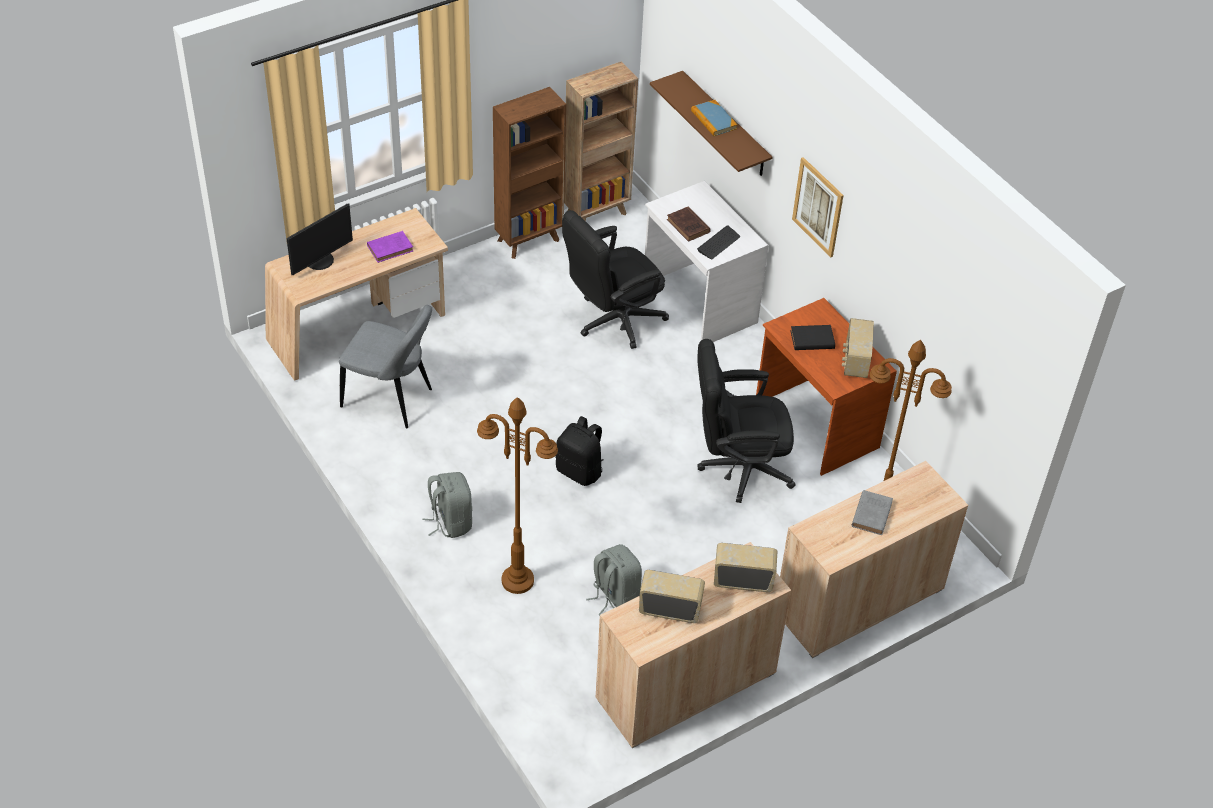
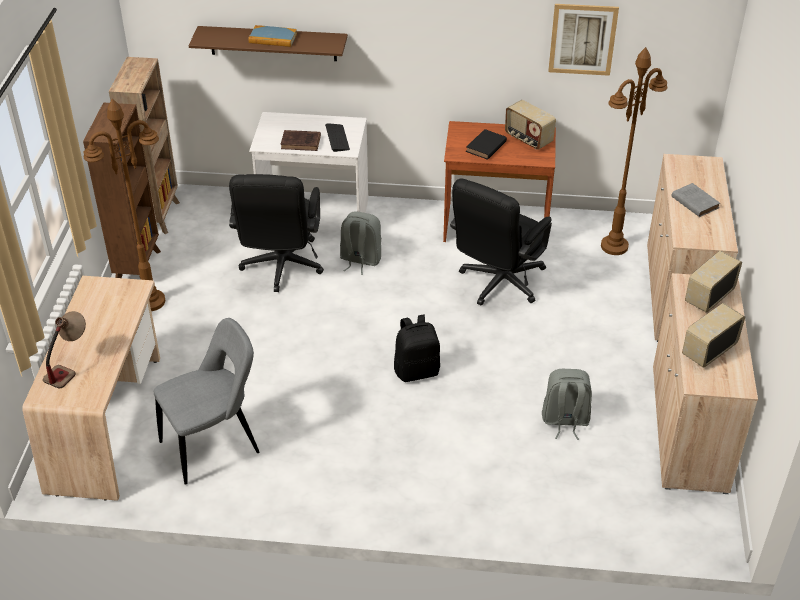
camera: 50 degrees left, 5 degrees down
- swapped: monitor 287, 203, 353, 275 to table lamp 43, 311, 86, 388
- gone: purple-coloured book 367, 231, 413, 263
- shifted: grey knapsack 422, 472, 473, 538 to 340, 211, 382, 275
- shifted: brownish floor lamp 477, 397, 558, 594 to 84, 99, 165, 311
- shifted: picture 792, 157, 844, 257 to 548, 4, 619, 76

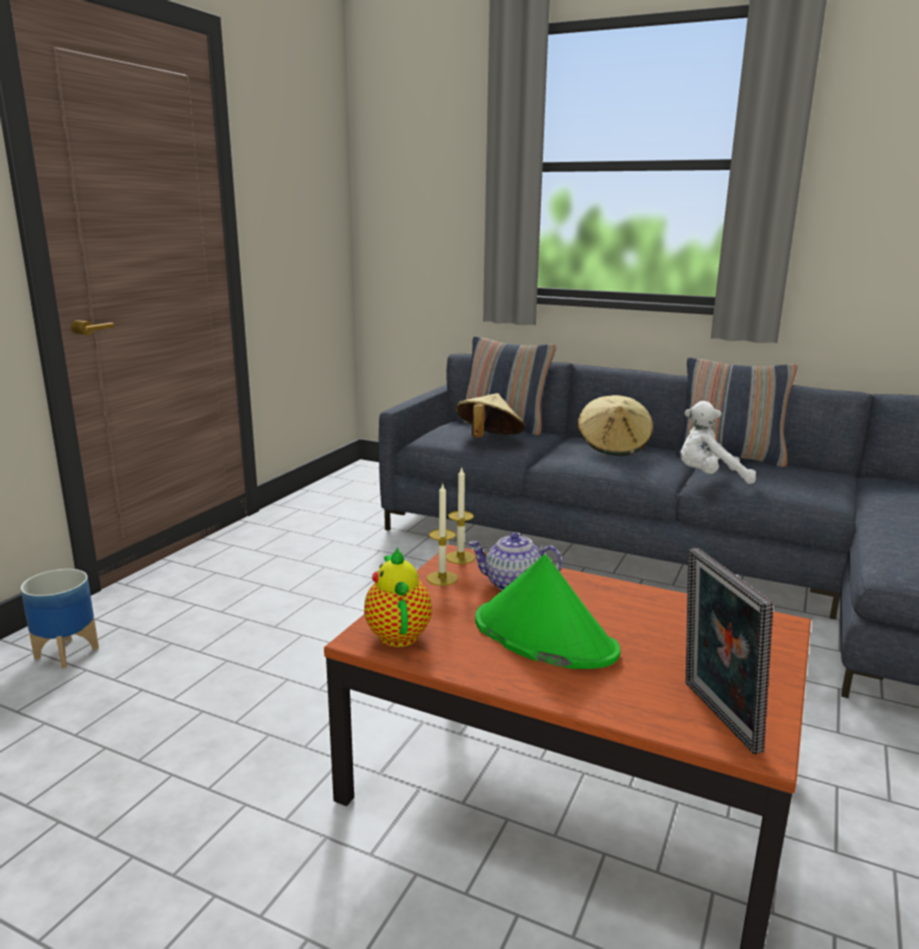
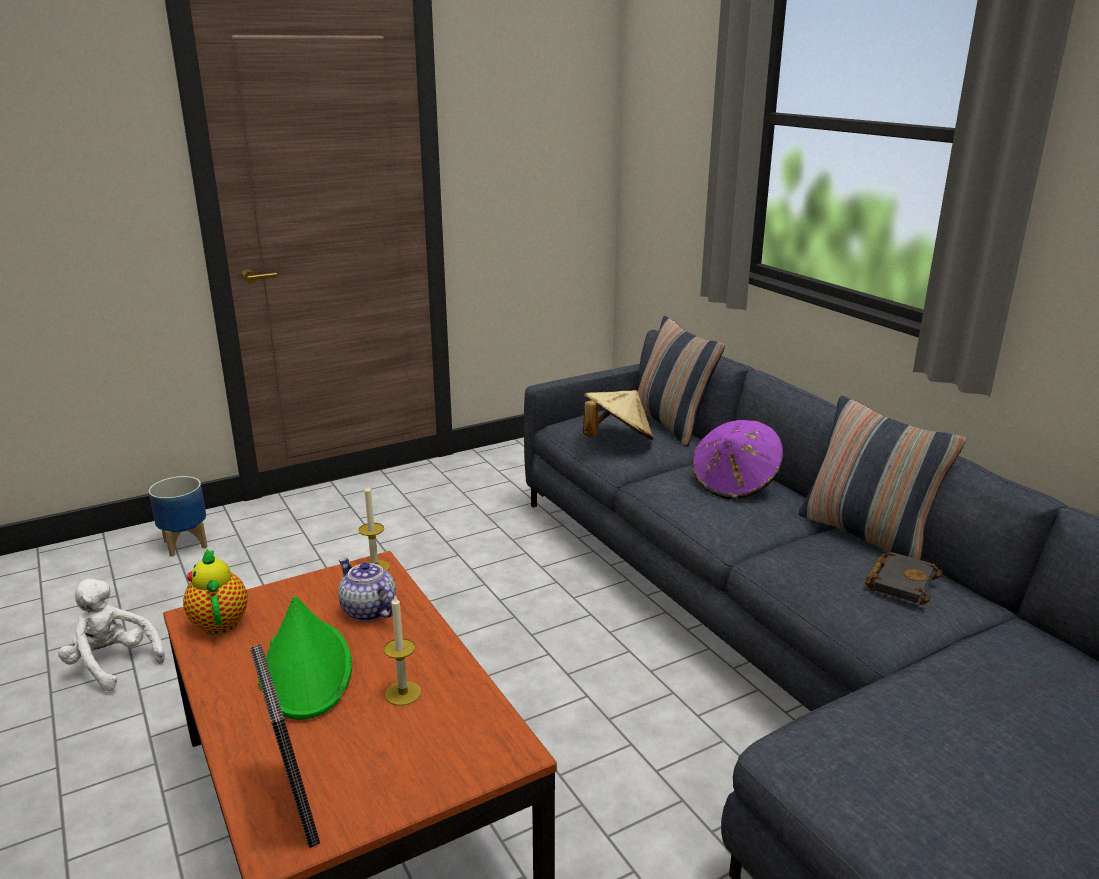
camera: 35 degrees right, 5 degrees up
- rotated: teapot 364, 547, 432, 647 = 183, 549, 248, 635 45 degrees counterclockwise
- shifted: wax candle 427, 482, 458, 586 to 383, 595, 421, 706
- repainted: beige-coloured clothing hat 577, 395, 653, 456 to purple-coloured clothing hat 692, 420, 783, 499
- shifted: white-coloured soft toy 680, 401, 756, 484 to 58, 579, 165, 691
- rotated: standing frame 685, 548, 773, 754 = 250, 644, 320, 848 45 degrees counterclockwise
- new: black-coloured book 865, 552, 942, 605

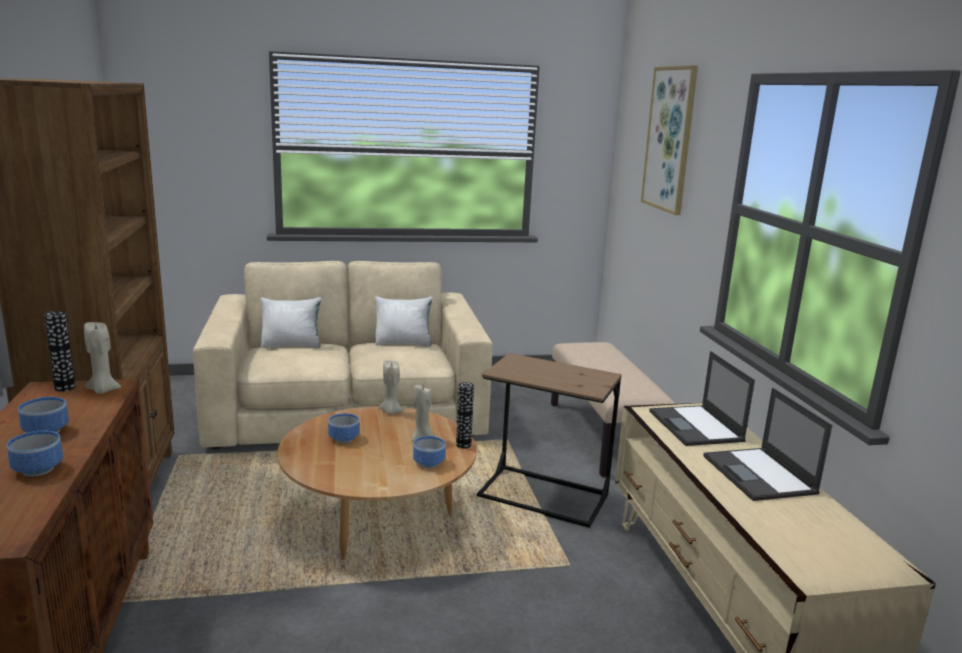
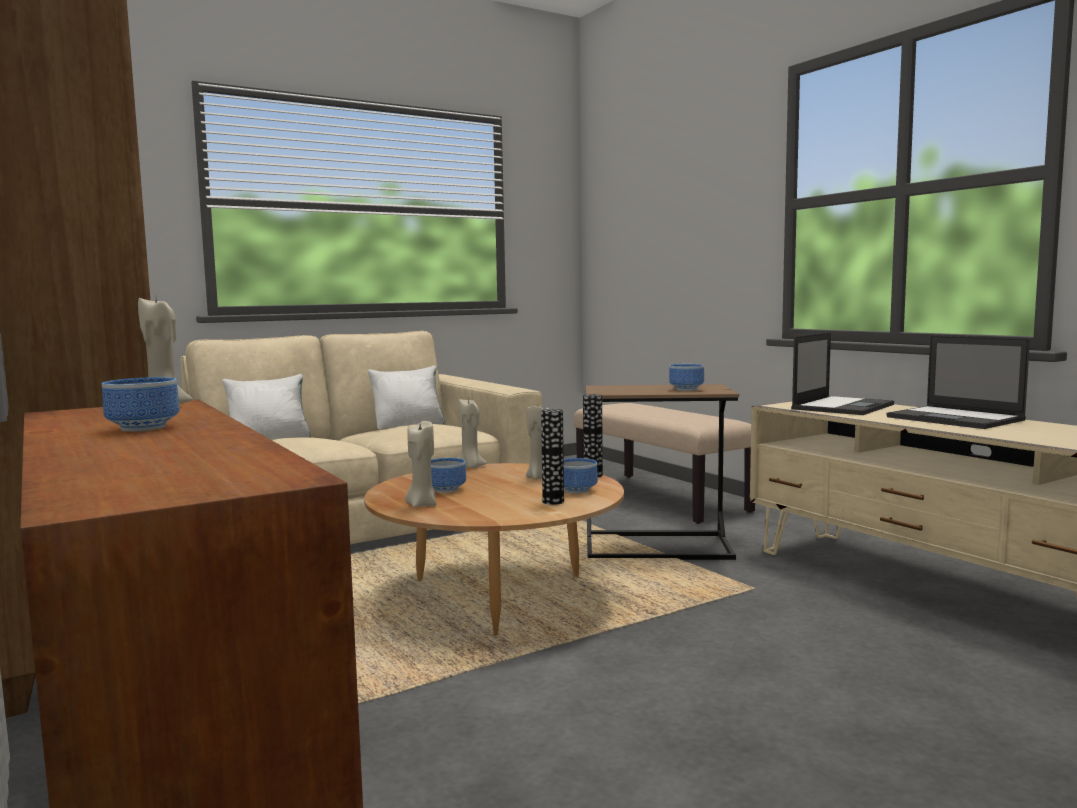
camera: 20 degrees left, 10 degrees down
- shifted: bowl 7, 431, 63, 477 to 669, 364, 704, 391
- shifted: vase 44, 311, 75, 392 to 541, 409, 564, 505
- gone: picture 641, 65, 698, 215
- rotated: portable computer 650, 351, 755, 446 = 791, 332, 894, 415 105 degrees counterclockwise
- new: beige-coloured wax candle 405, 421, 436, 508

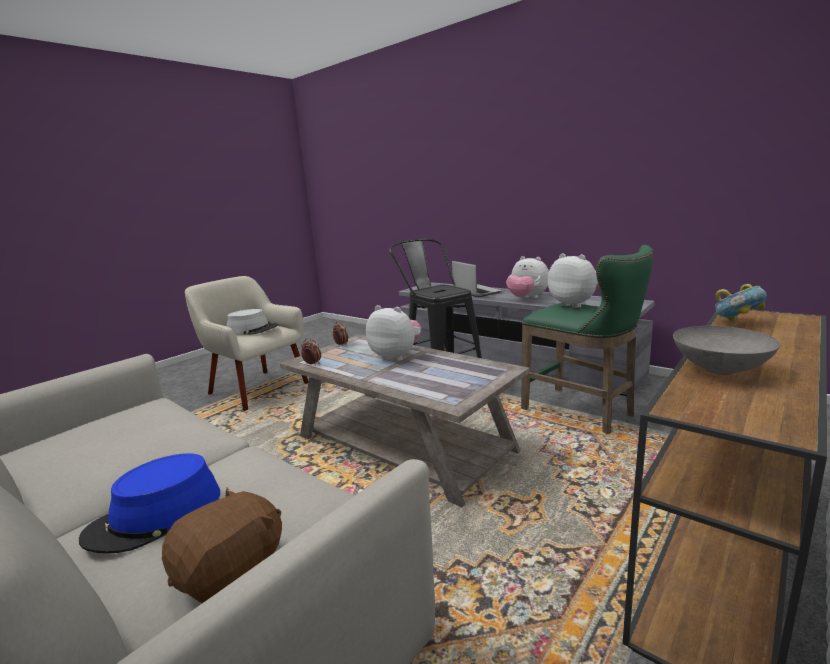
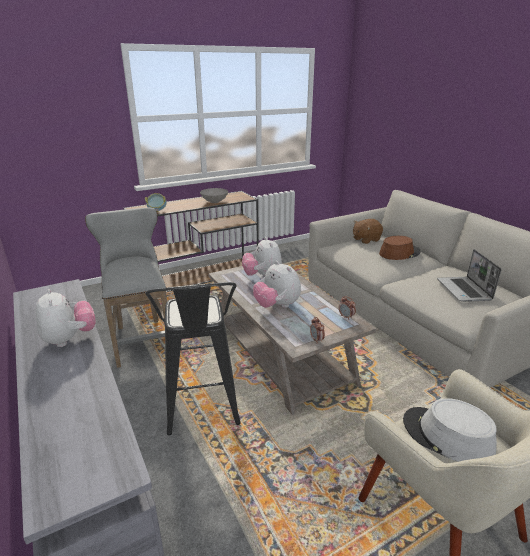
camera: 160 degrees left, 10 degrees up
- repainted: blue clothing hat 79, 453, 220, 553 to brownish clothing hat 379, 236, 421, 260
- shifted: portable computer 452, 261, 502, 297 to 437, 249, 501, 302
- repainted: greenish stool seat 521, 245, 653, 434 to grey stool seat 85, 208, 167, 368
- shifted: soft toy 548, 253, 600, 308 to 242, 237, 282, 276

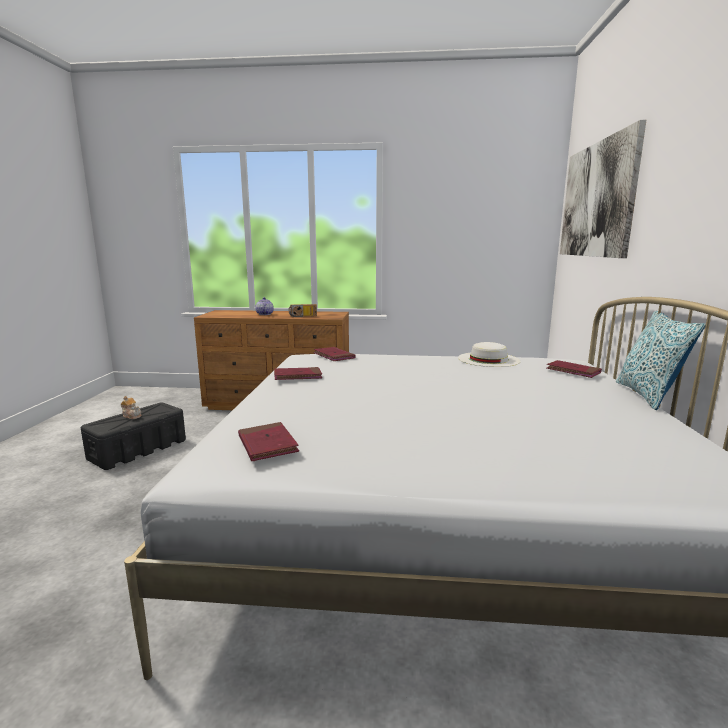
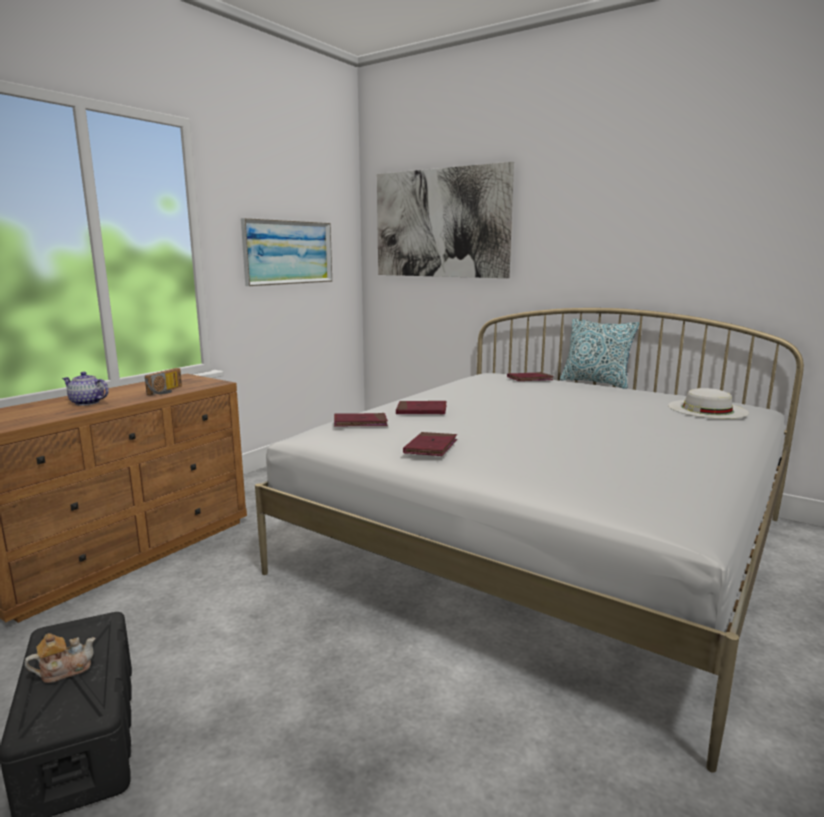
camera: 60 degrees left, 0 degrees up
- shifted: reddish book 238, 422, 299, 461 to 396, 401, 447, 414
- shifted: white-coloured clothing hat 458, 342, 520, 367 to 668, 388, 749, 419
- new: picture 241, 218, 332, 286

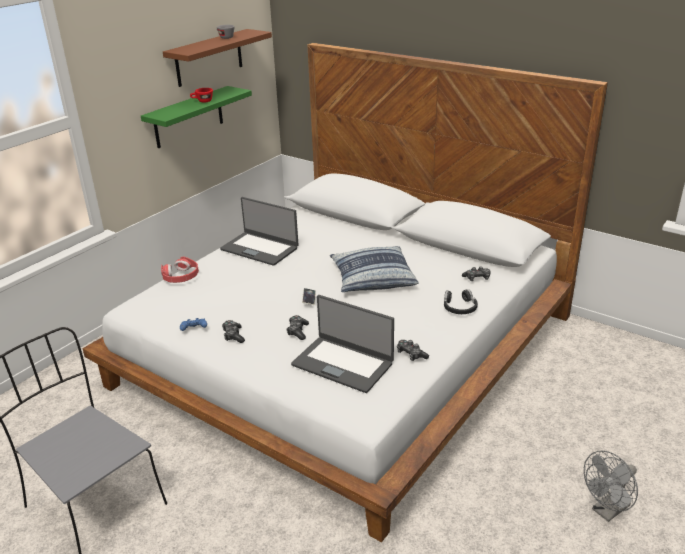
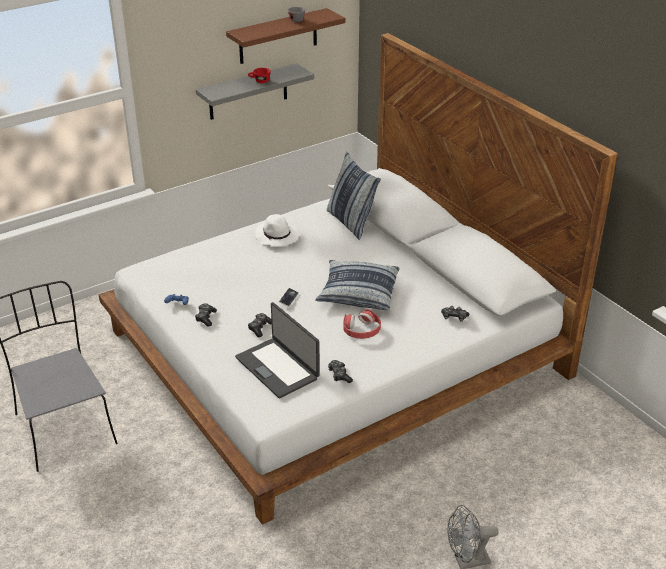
camera: 20 degrees right, 5 degrees up
- repainted: greenish shelf 141, 86, 252, 148 to grey shelf 196, 63, 314, 120
- shifted: reddish pair of headphones 161, 257, 199, 283 to 343, 309, 381, 339
- swapped: portable computer 220, 197, 299, 266 to white-coloured clothing hat 255, 214, 299, 247
- gone: black-coloured pair of headphones 444, 289, 478, 314
- new: throw pillow 327, 152, 381, 240

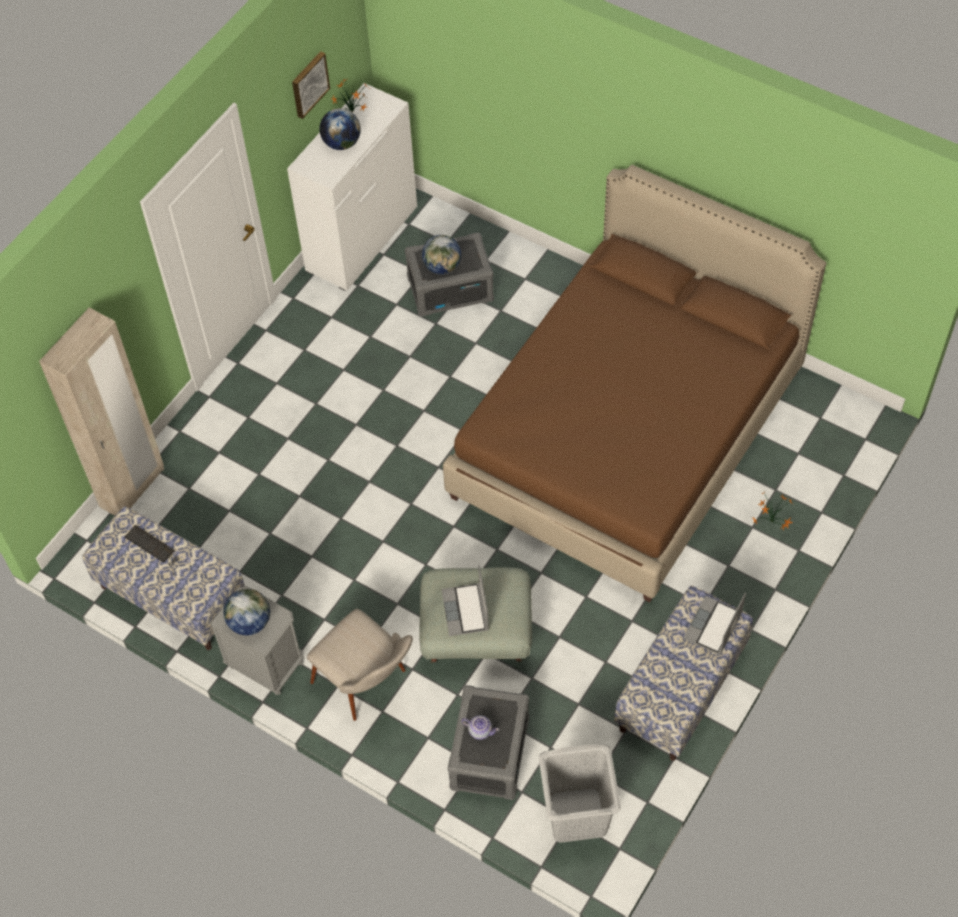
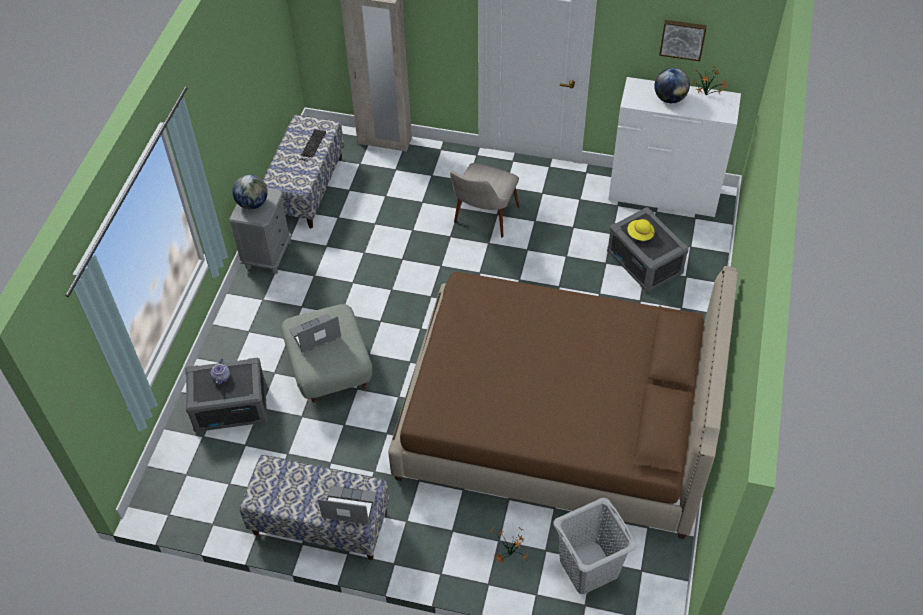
camera: 70 degrees right, 5 degrees down
- shifted: beige-coloured plain chair 307, 609, 413, 721 to 450, 163, 520, 238
- swapped: desk globe 422, 235, 461, 275 to yellow clothing hat 627, 219, 654, 241
- shifted: grey hamper 538, 744, 621, 843 to 553, 498, 637, 594

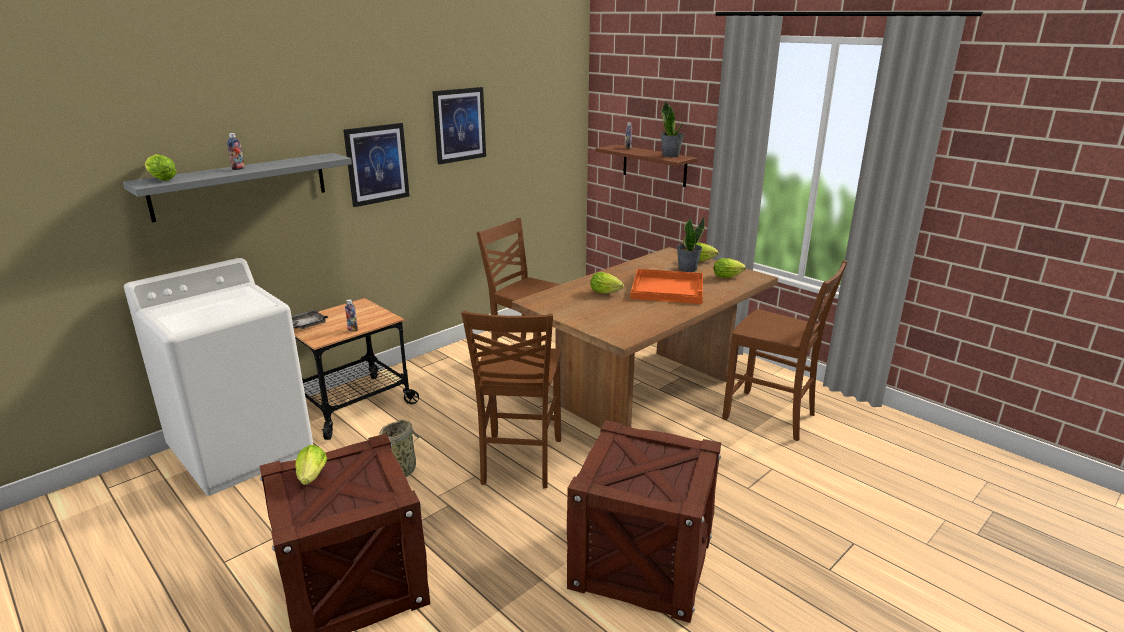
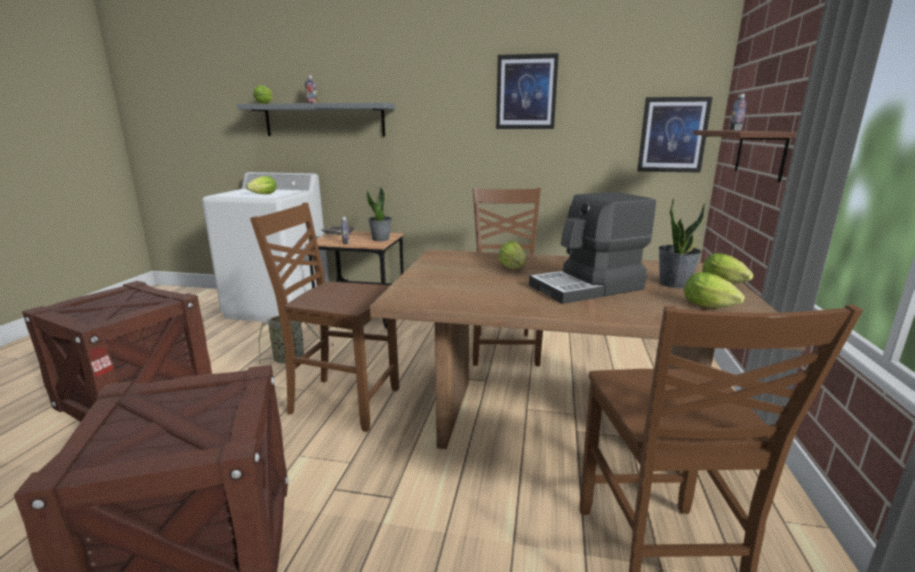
camera: 55 degrees right, 5 degrees down
- shifted: lettuce 295, 445, 327, 485 to 246, 176, 276, 194
- shifted: picture 343, 123, 410, 207 to 637, 97, 713, 173
- rotated: brownish plain chair 461, 311, 562, 488 = 250, 203, 399, 432 45 degrees clockwise
- swapped: orange carrying tray 630, 269, 703, 304 to coffee maker 529, 192, 656, 304
- shifted: plant in a pot 661, 101, 684, 157 to 367, 187, 392, 241

